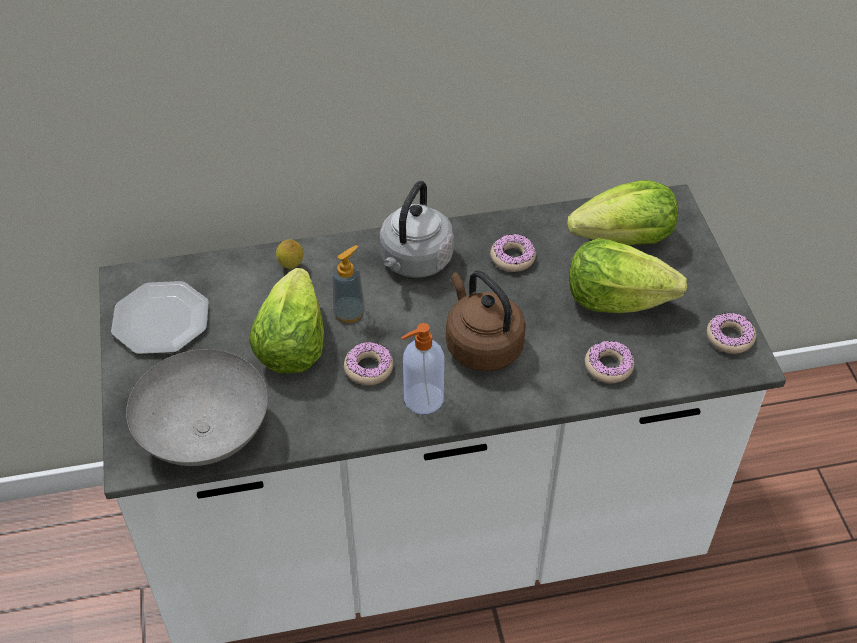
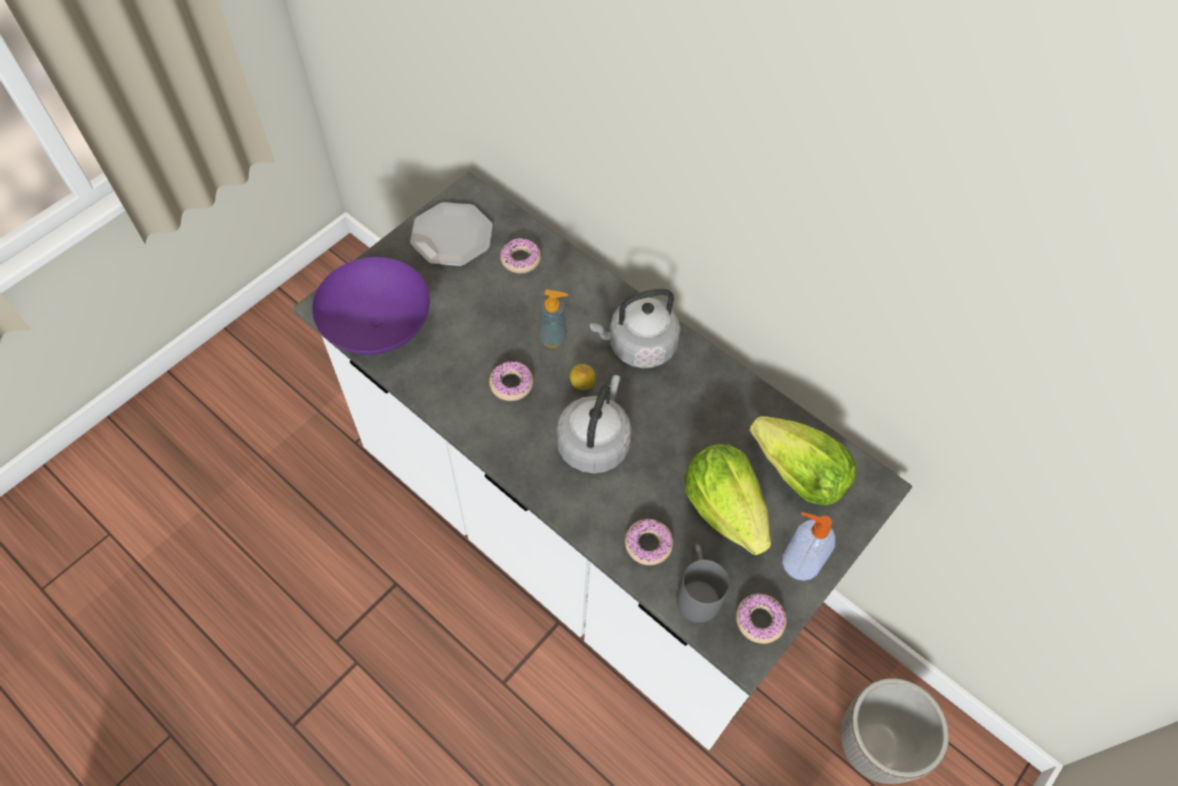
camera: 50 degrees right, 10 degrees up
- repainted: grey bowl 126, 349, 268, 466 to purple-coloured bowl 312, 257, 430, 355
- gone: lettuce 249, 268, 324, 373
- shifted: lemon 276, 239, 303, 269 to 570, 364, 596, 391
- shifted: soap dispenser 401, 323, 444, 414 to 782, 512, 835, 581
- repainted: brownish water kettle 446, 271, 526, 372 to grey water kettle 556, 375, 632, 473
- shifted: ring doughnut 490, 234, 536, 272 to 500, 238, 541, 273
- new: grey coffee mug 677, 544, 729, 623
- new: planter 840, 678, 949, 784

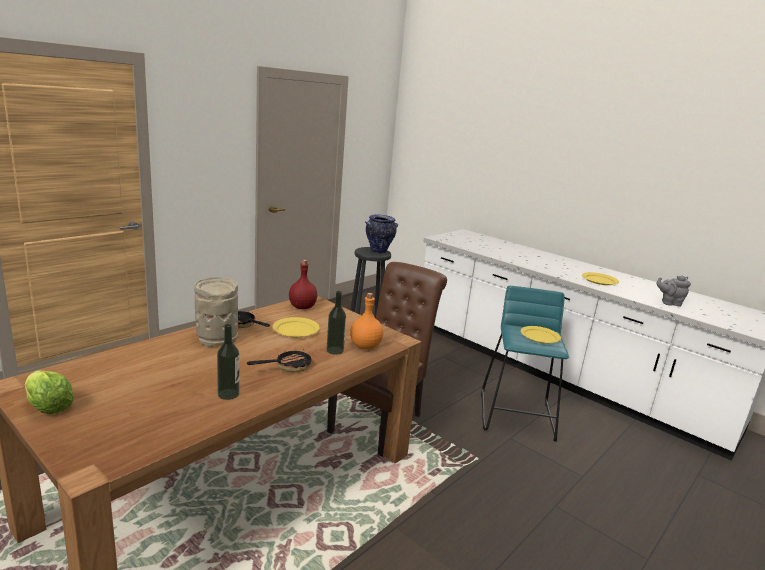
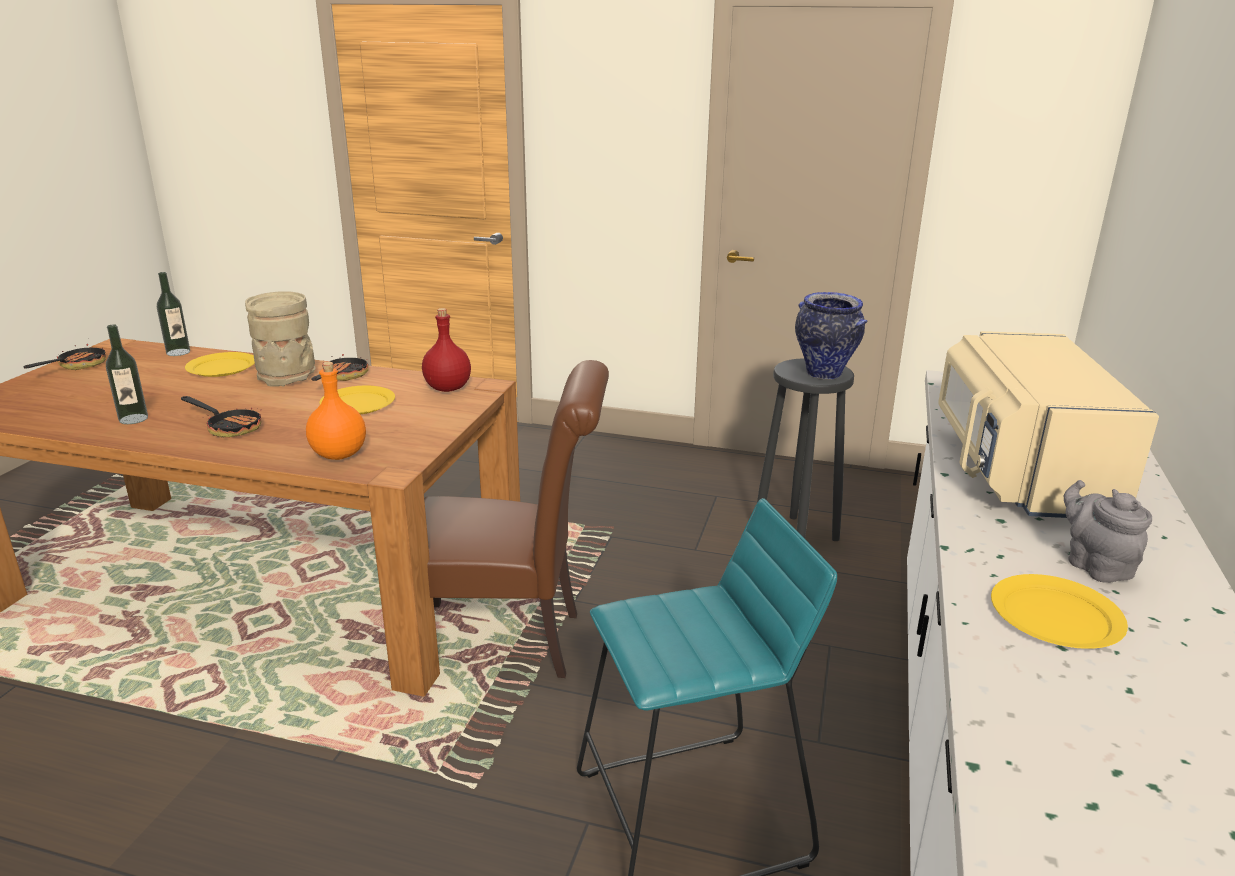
camera: 65 degrees right, 5 degrees up
- swapped: lettuce 25, 370, 75, 414 to skillet 24, 344, 106, 370
- shifted: beverage bottle 326, 291, 346, 355 to 157, 272, 190, 356
- shifted: yellow plate 521, 326, 561, 344 to 185, 352, 255, 377
- shifted: grey teapot 656, 276, 691, 307 to 1064, 480, 1152, 583
- new: beige-coloured kitchen microwave 938, 331, 1159, 518

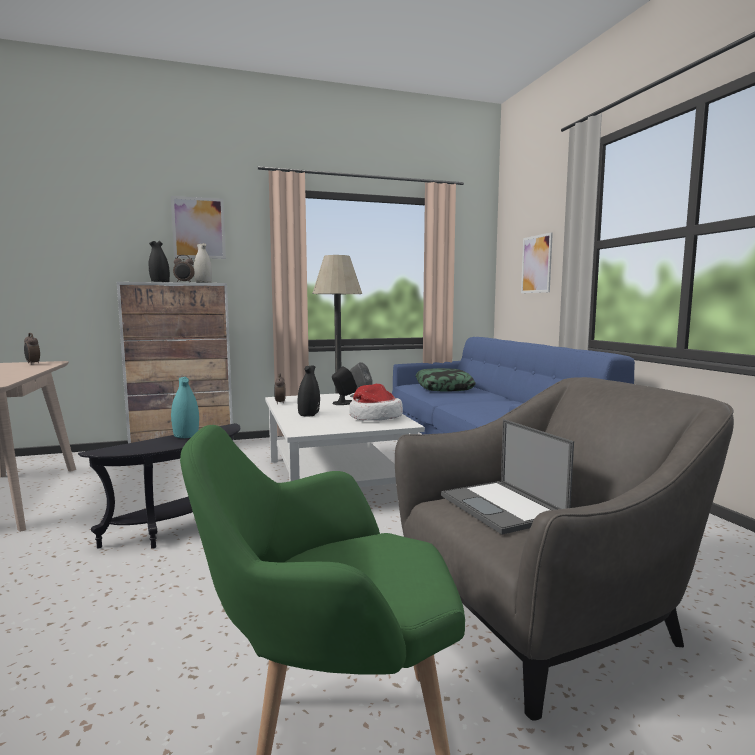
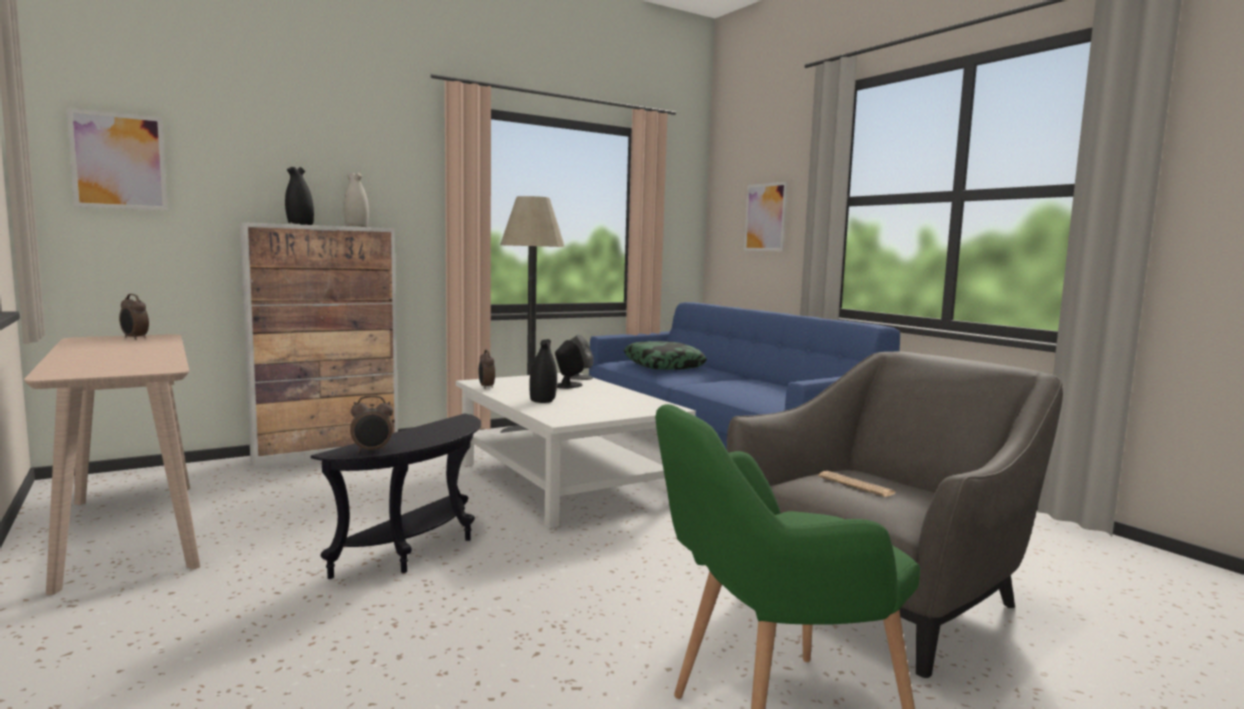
camera: 15 degrees left, 0 degrees up
- shifted: picture 171, 196, 226, 259 to 67, 108, 168, 211
- gone: turquoise vase 171, 377, 199, 438
- shifted: table clock 173, 255, 195, 282 to 350, 395, 393, 453
- gone: clothing hat 350, 384, 403, 421
- swapped: portable computer 441, 419, 574, 535 to daily paper 819, 471, 895, 497

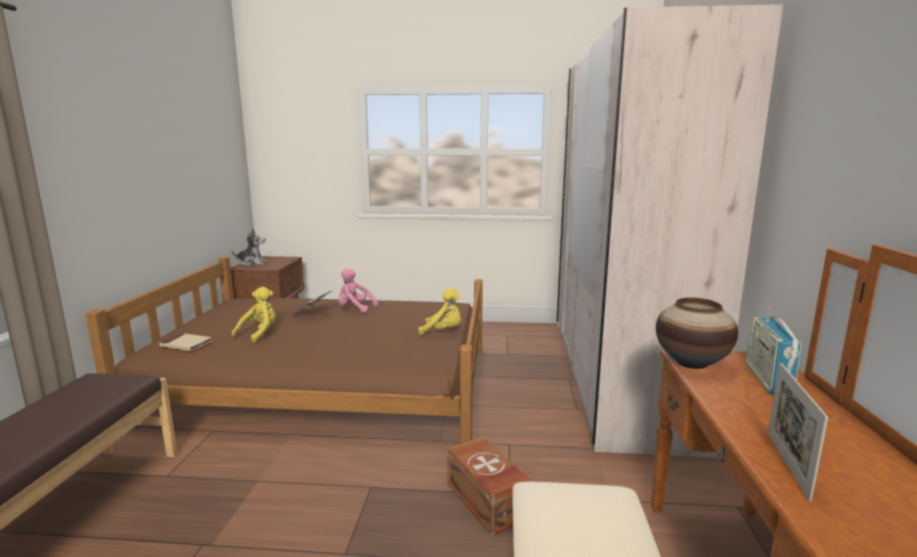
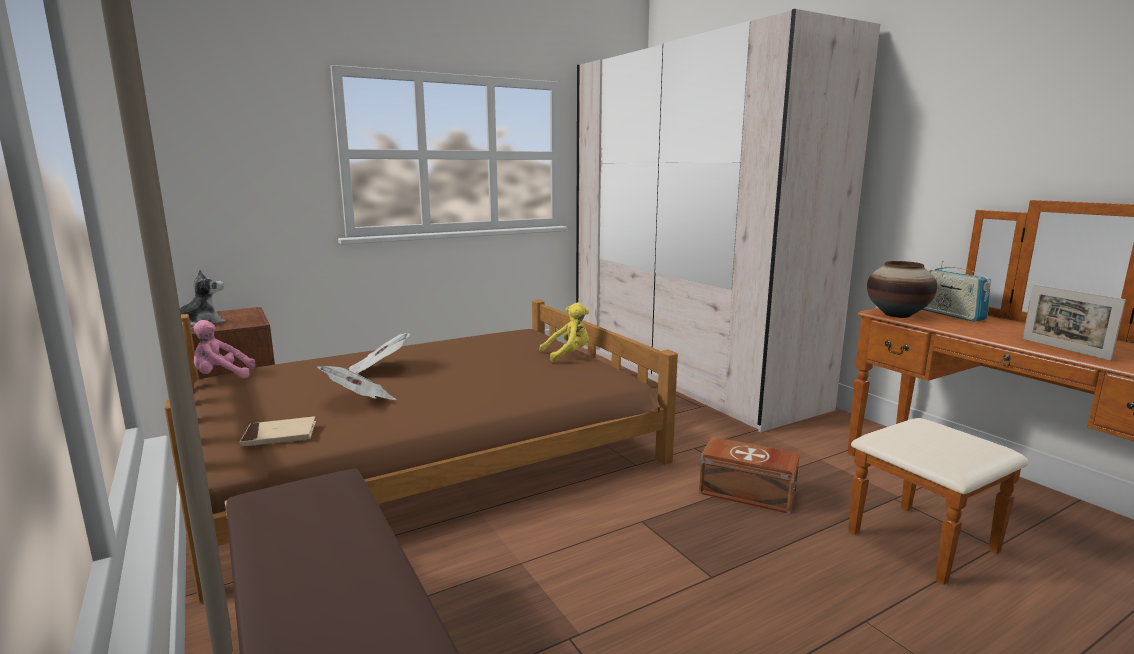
camera: 35 degrees left, 0 degrees up
- swapped: yellow soft toy 232, 287, 276, 343 to daily paper 317, 366, 397, 400
- shifted: pinkish soft toy 338, 268, 378, 313 to 190, 320, 255, 379

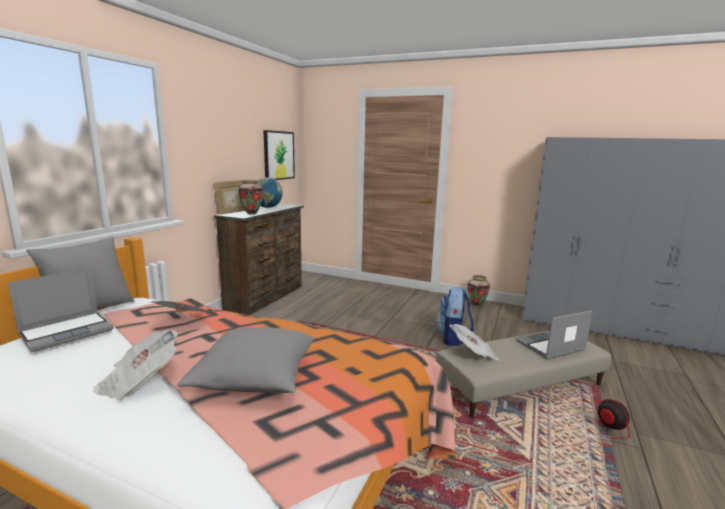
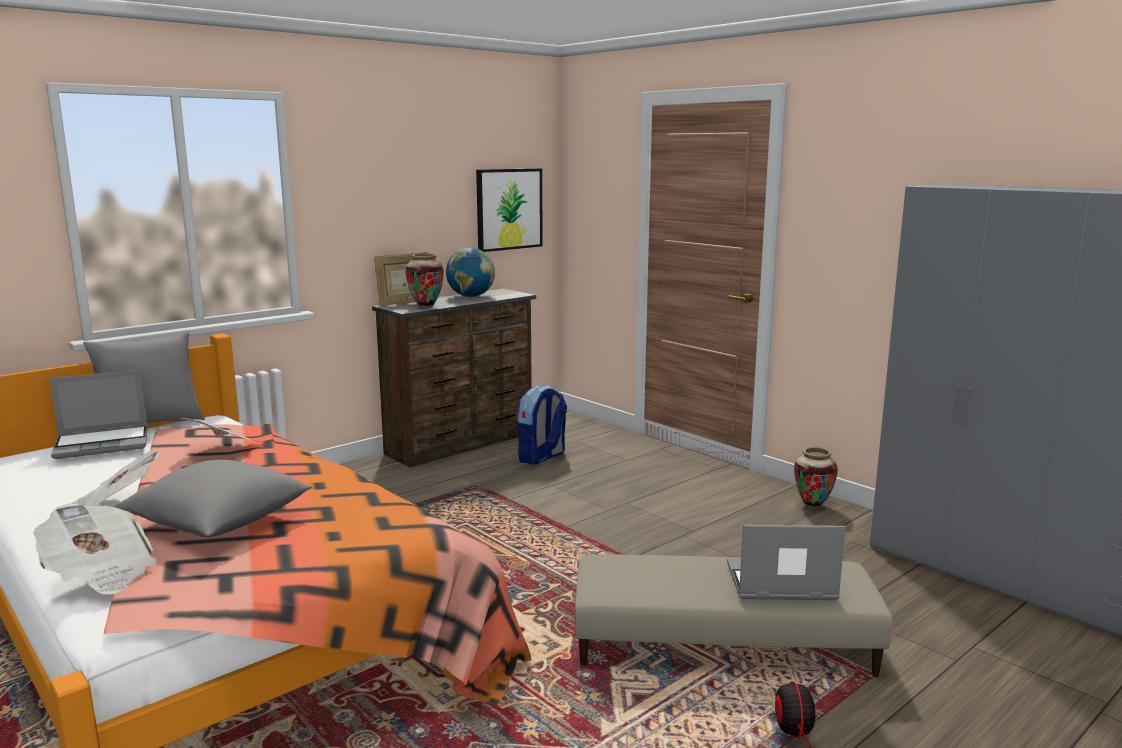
camera: 25 degrees right, 0 degrees up
- shifted: knapsack 436, 287, 474, 346 to 517, 385, 567, 465
- shifted: daily paper 449, 324, 500, 361 to 33, 503, 157, 595

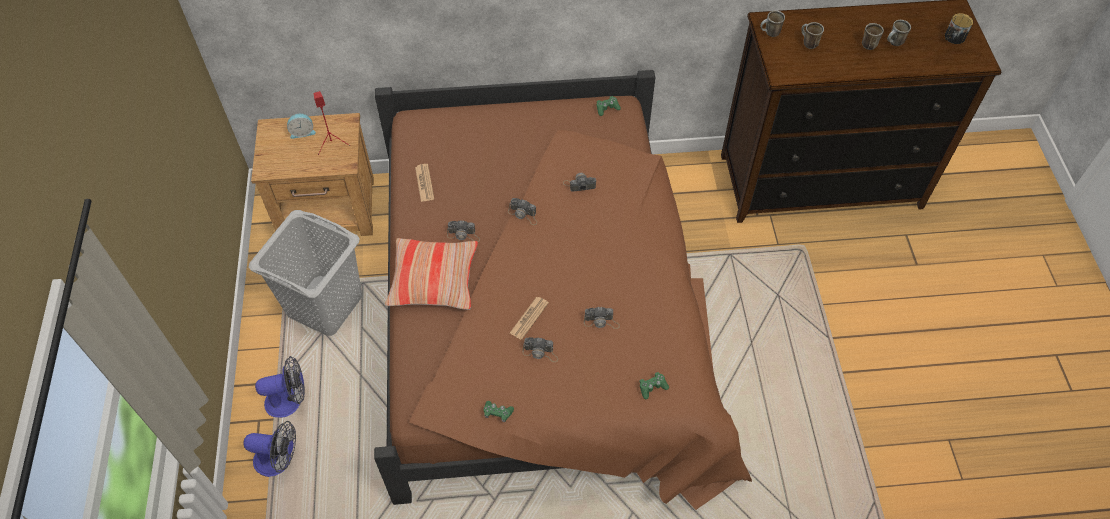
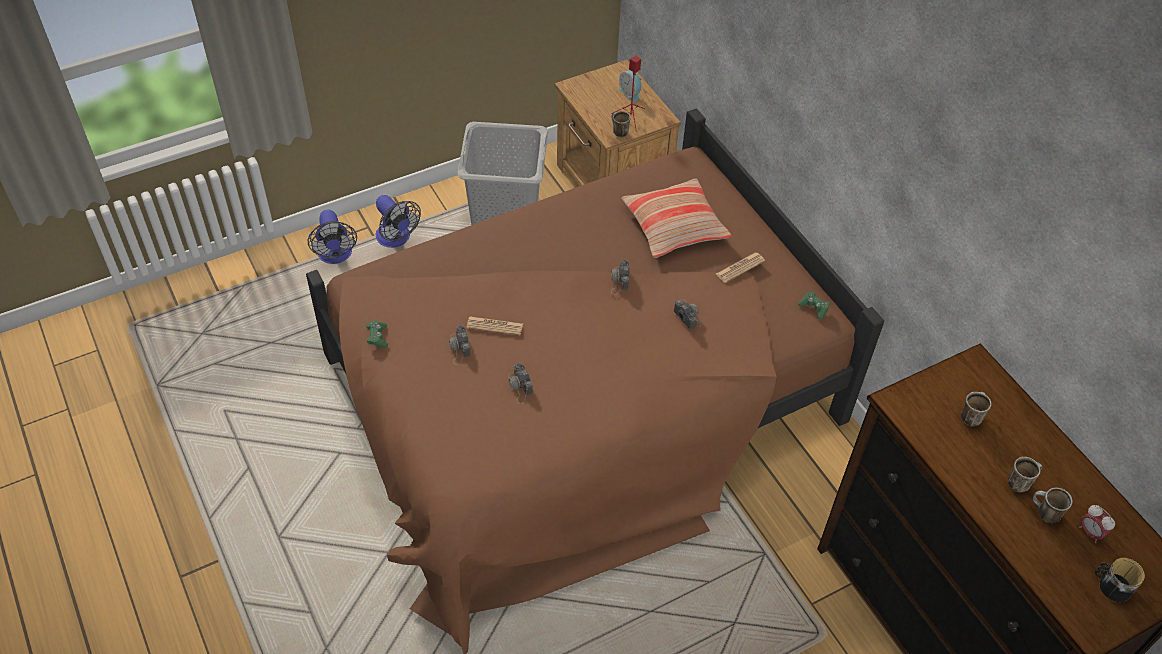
camera: 65 degrees right, 5 degrees down
- shifted: throw pillow 385, 238, 478, 310 to 622, 178, 732, 258
- shifted: daily paper 415, 164, 434, 202 to 716, 253, 765, 283
- gone: photo camera 447, 220, 480, 242
- gone: greenish gamepad 639, 372, 669, 399
- shifted: coffee mug 760, 10, 785, 37 to 611, 111, 630, 137
- new: table clock 1079, 505, 1115, 543

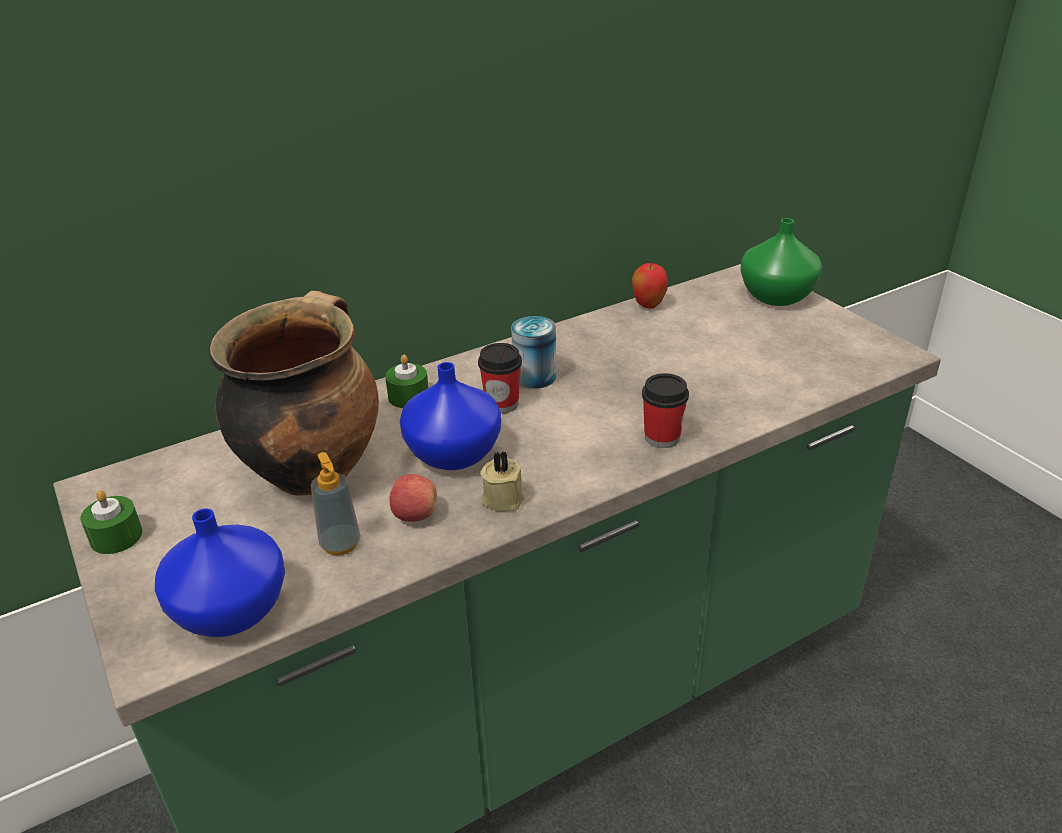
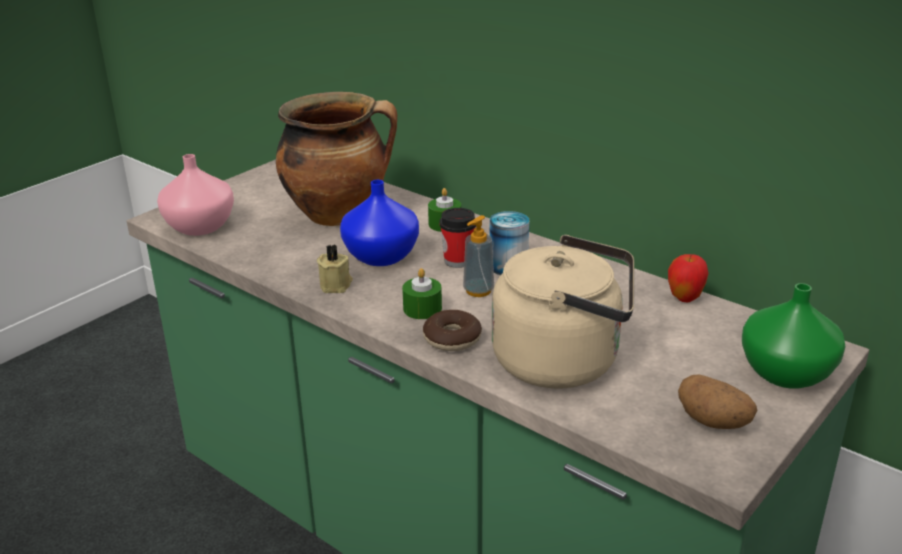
camera: 70 degrees right, 5 degrees down
- shifted: greenish wax candle 80, 490, 143, 554 to 402, 268, 442, 319
- repainted: blue vase 155, 508, 285, 637 to pinkish vase 157, 154, 234, 236
- shifted: soap dispenser 311, 452, 361, 556 to 463, 215, 494, 297
- gone: apple fruit 389, 474, 437, 522
- swapped: cup 642, 373, 689, 448 to ring doughnut 423, 310, 482, 351
- new: beige-coloured water kettle 492, 235, 634, 389
- new: spud 678, 375, 757, 429

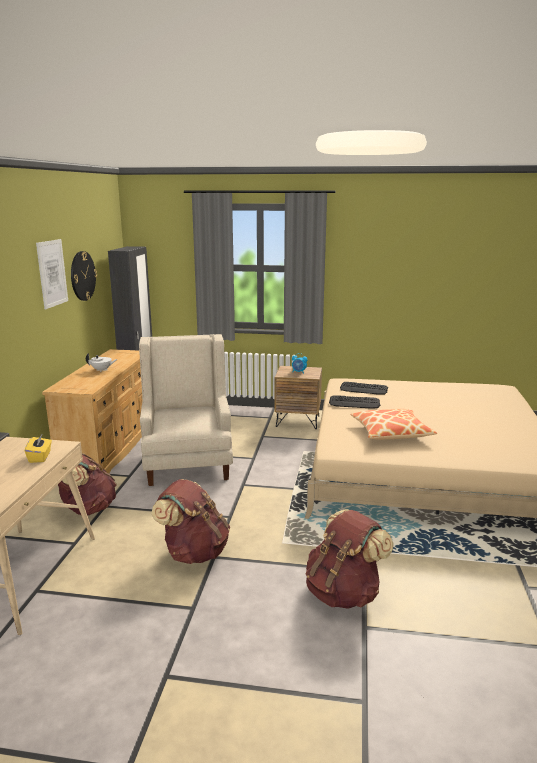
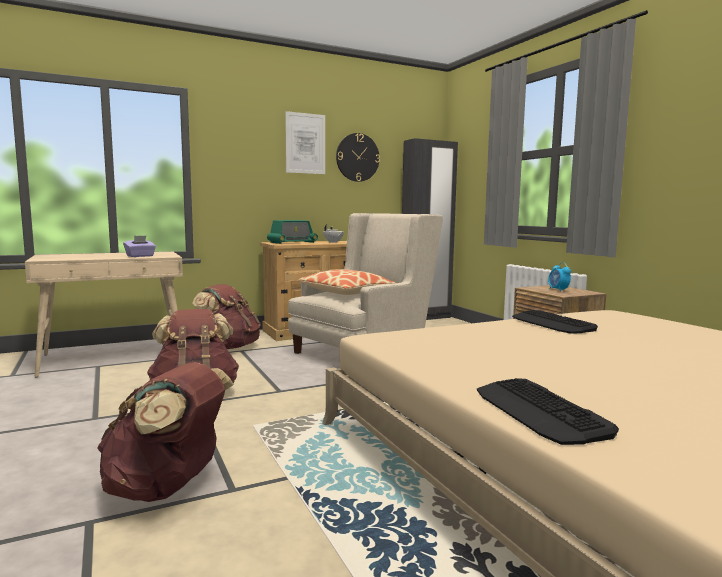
camera: 55 degrees right, 10 degrees down
- repainted: yellow tissue holder 25, 433, 52, 463 to purple-coloured tissue holder 123, 236, 156, 257
- shifted: PC keyboard 340, 382, 388, 395 to 477, 378, 619, 445
- shifted: throw pillow 351, 409, 437, 440 to 298, 270, 395, 295
- new: radio set 267, 220, 318, 244

